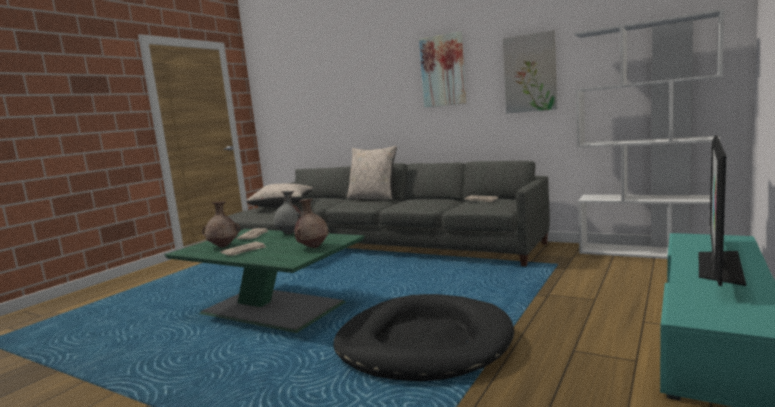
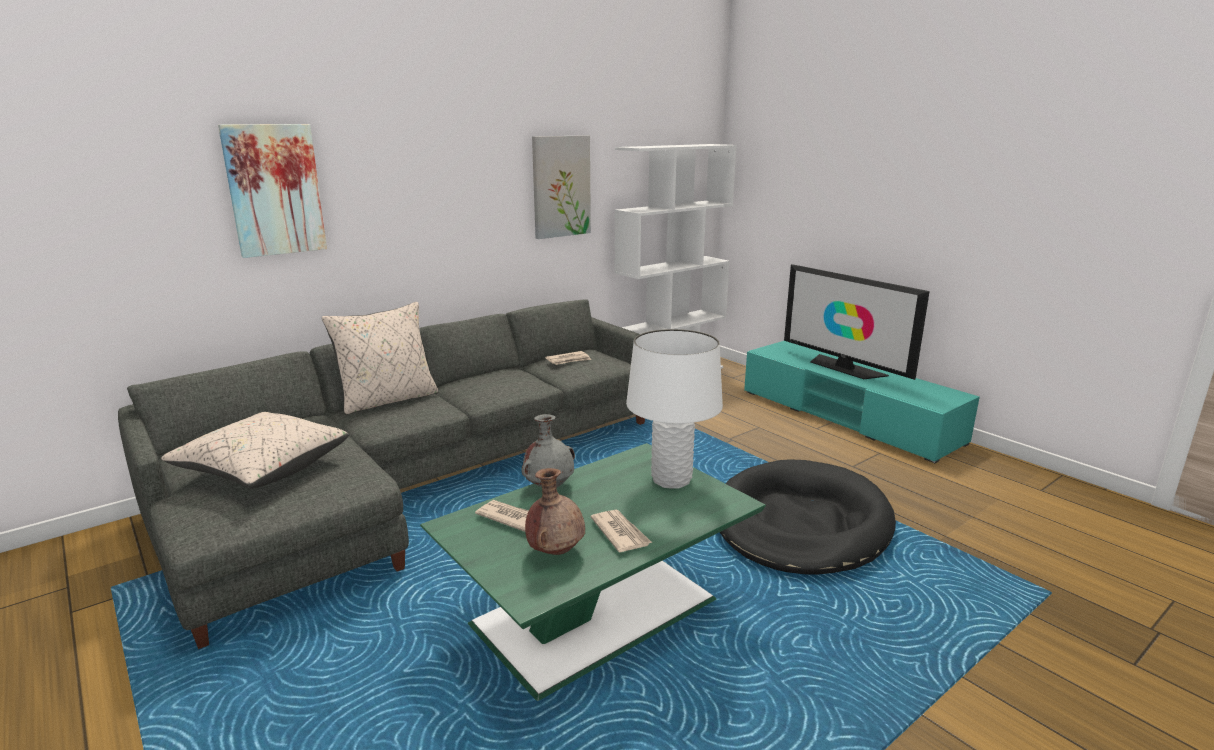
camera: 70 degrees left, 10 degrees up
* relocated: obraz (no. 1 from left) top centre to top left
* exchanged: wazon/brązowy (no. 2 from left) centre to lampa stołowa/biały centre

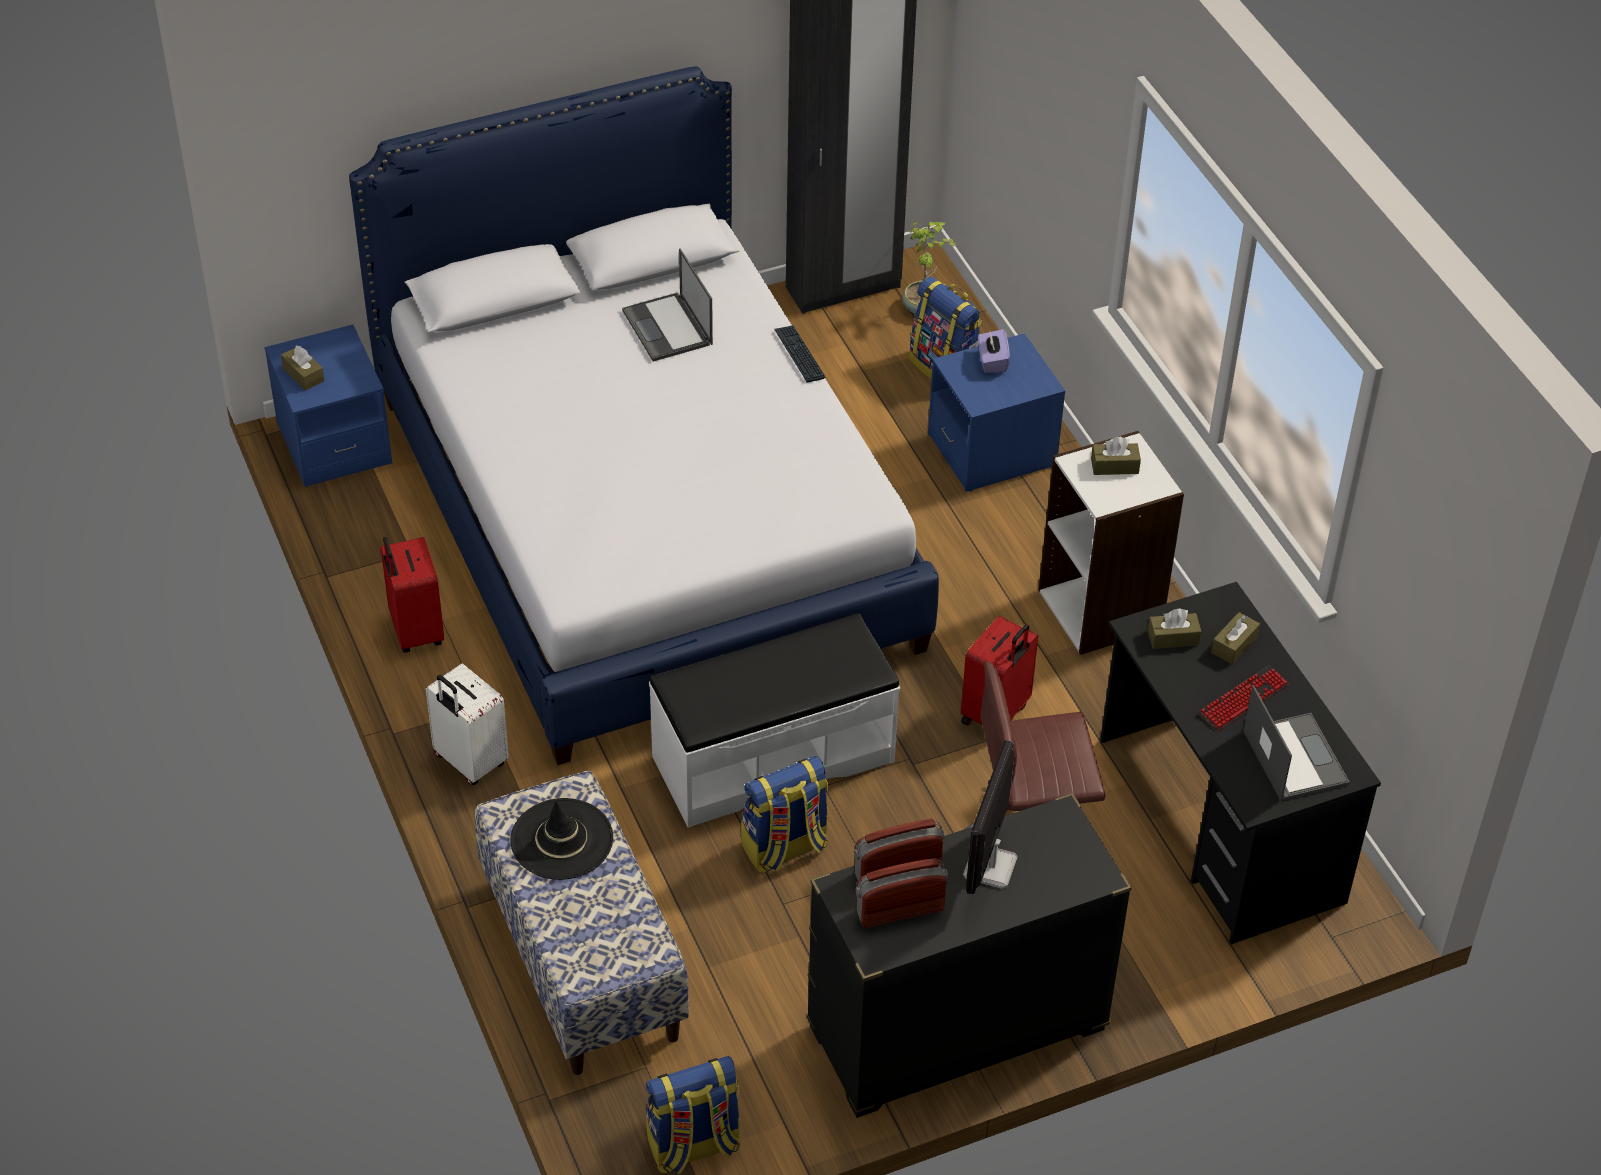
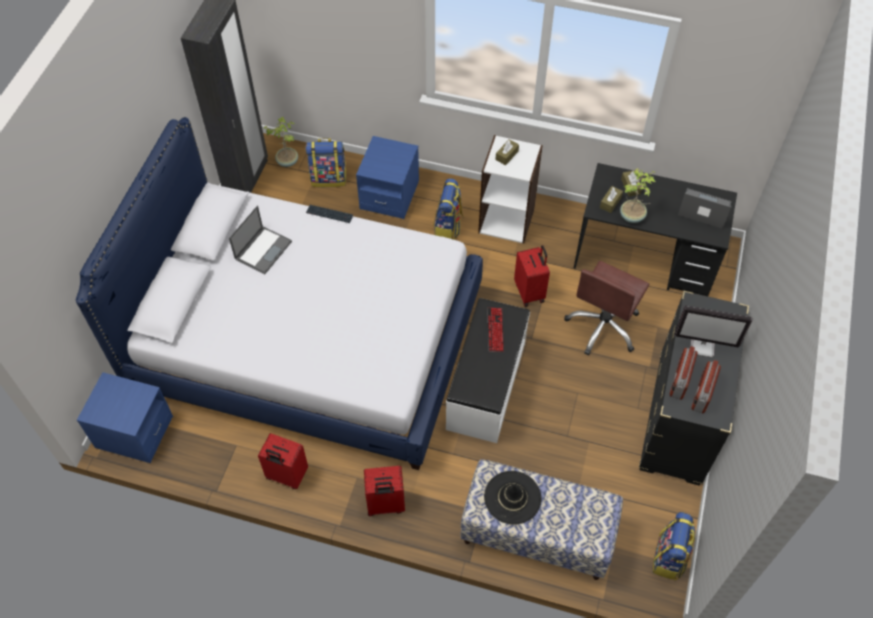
camera: 50 degrees left, 10 degrees up
* spun: laptop (no. 1 from left) top centre = middle left 75 degrees counterclockwise
* colour: walizka/biały middle left to walizka/czerwony (no. 2 from left) bottom centre
* relocated: plecak (no. 2 from left) bottom centre to centre
* relocated: klawiatura (no. 2 from left) middle right to centre
* appeared: roślina doniczkowa (no. 2 from left) top right
* spun: monitor bottom centre = middle right 45 degrees counterclockwise
* missing: pudełko chusteczek/brązowy (no. 1 from left) top left
* missing: pudełko chusteczek/fioletowy top centre

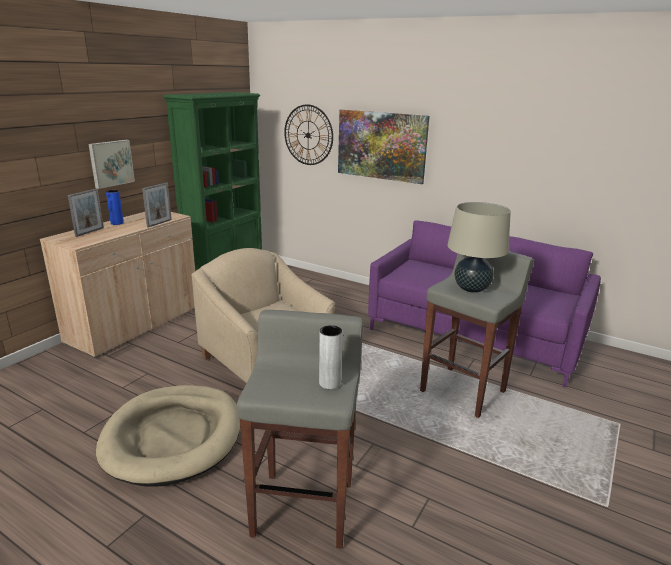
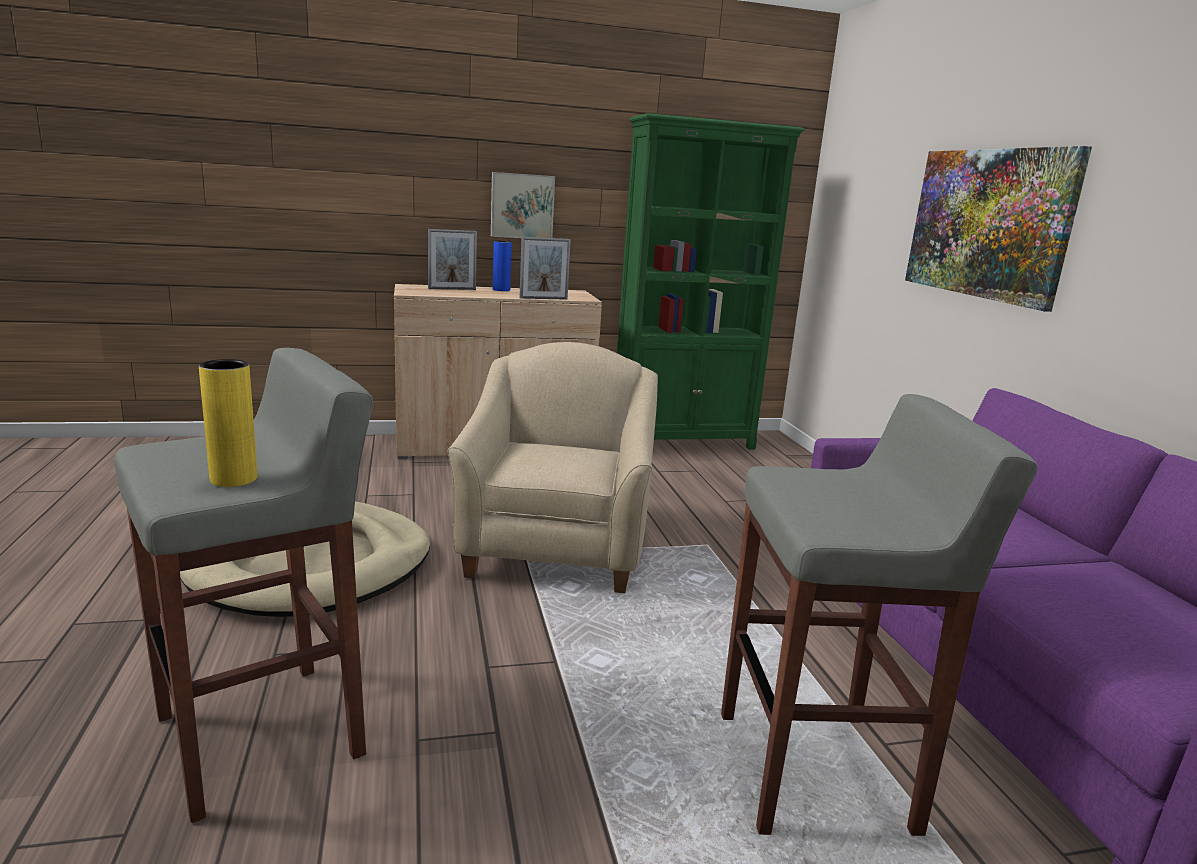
camera: 45 degrees right, 5 degrees down
* colour: wazon/szary centre to wazon/żółty middle left
* missing: zegar ścienny top centre
* missing: lampa stołowa/beżowy middle right

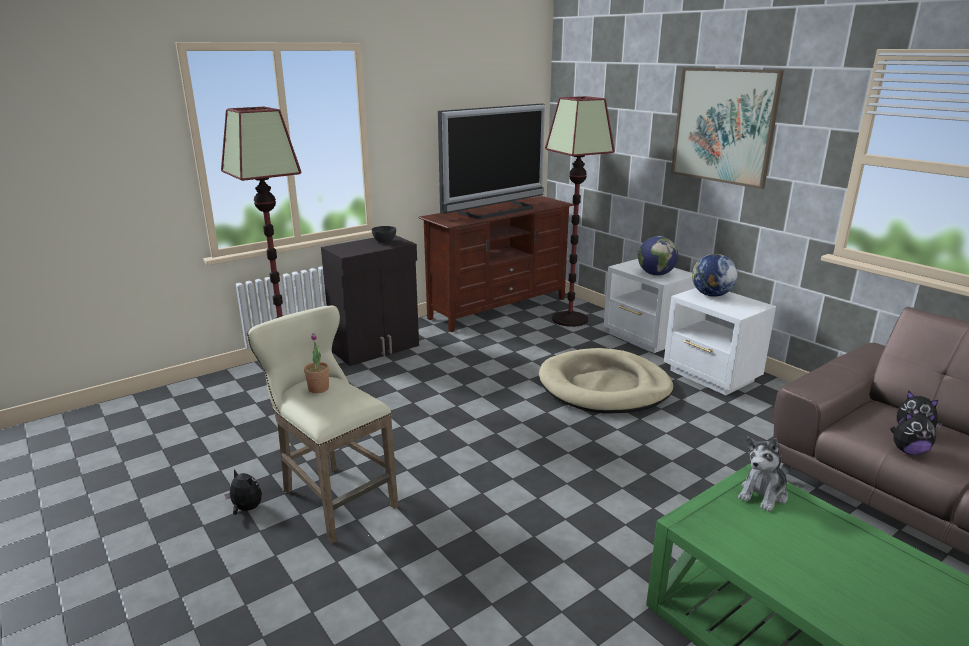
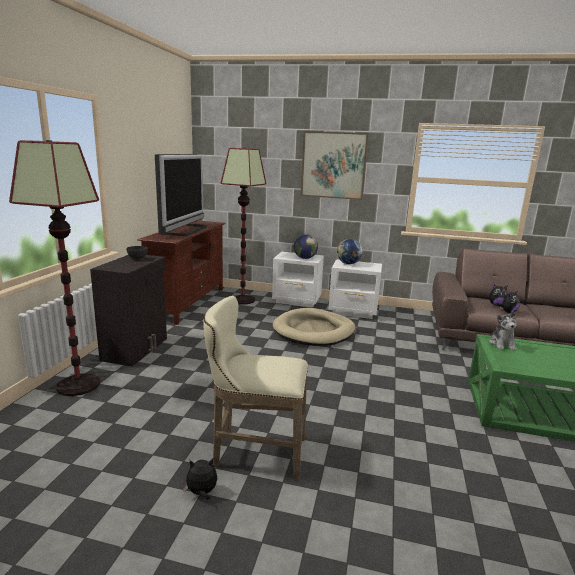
camera: 40 degrees left, 5 degrees down
* missing: roślina doniczkowa middle left

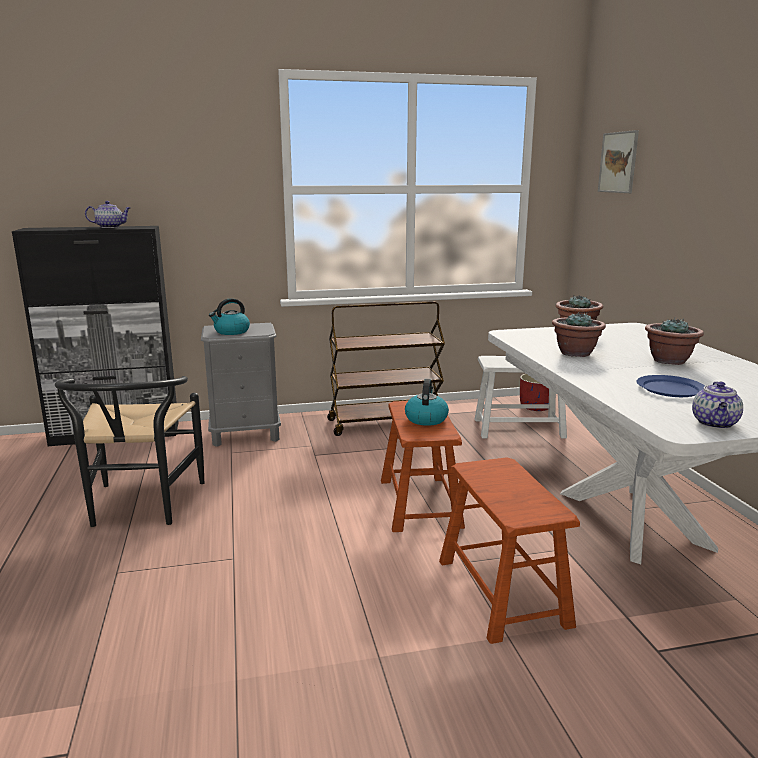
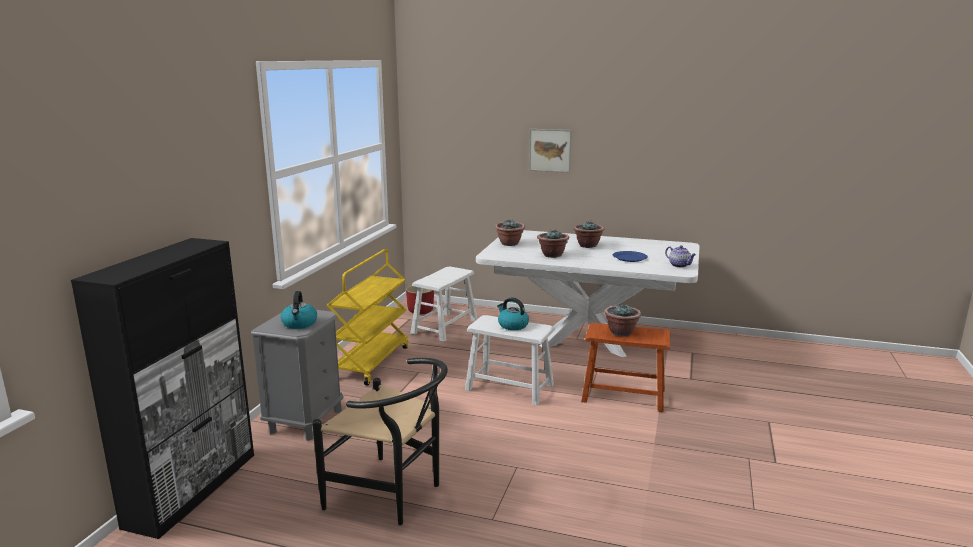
camera: 60 degrees left, 0 degrees up
* colour: wózek/brązowy centre to wózek/żółty centre
* colour: stołek/brązowy (no. 1 from left) centre to stołek/biały (no. 2 from left) centre
* relocated: obraz top right to top centre
* appeared: roślina doniczkowa (no. 4 from left) centre
* missing: imbryk (no. 1 from left) top left

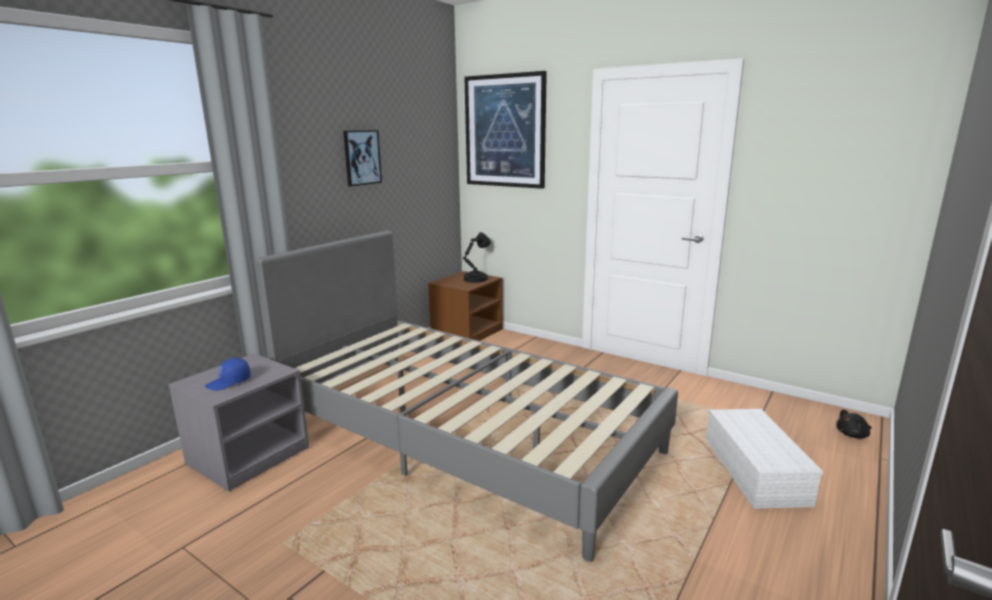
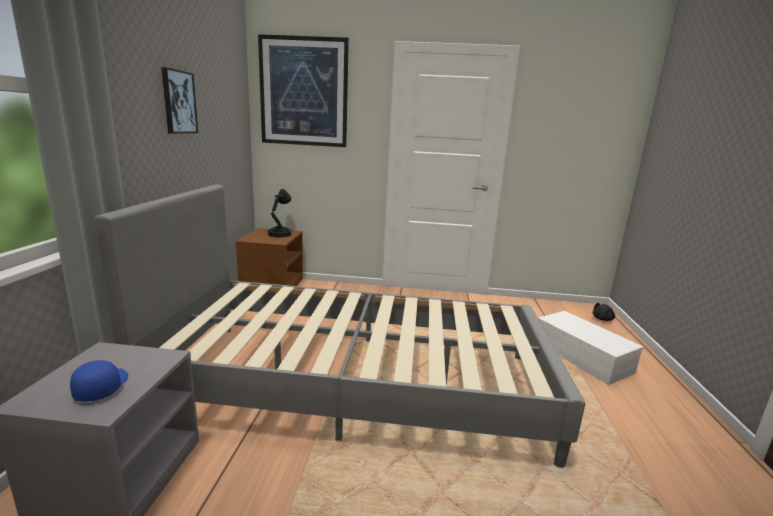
camera: 30 degrees left, 0 degrees up
* spun: czapka z daszkiem/niebieski middle left = bottom left 150 degrees clockwise

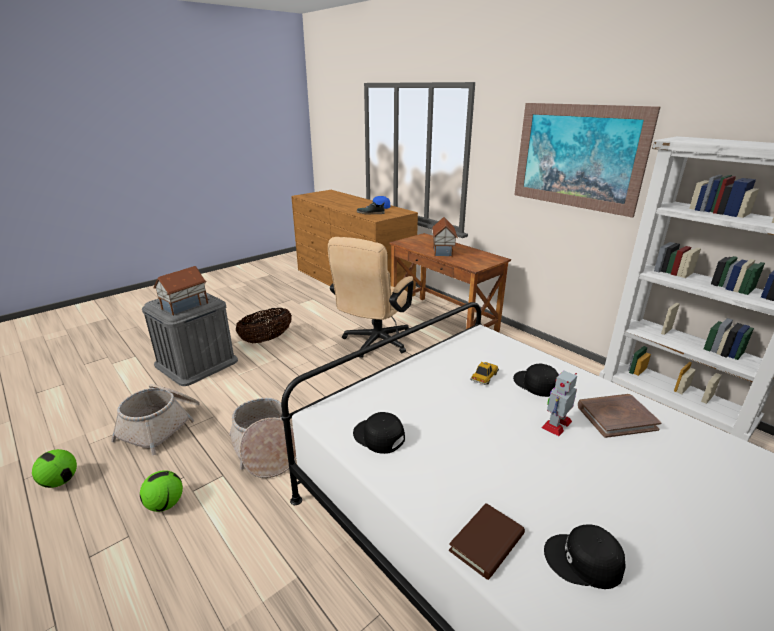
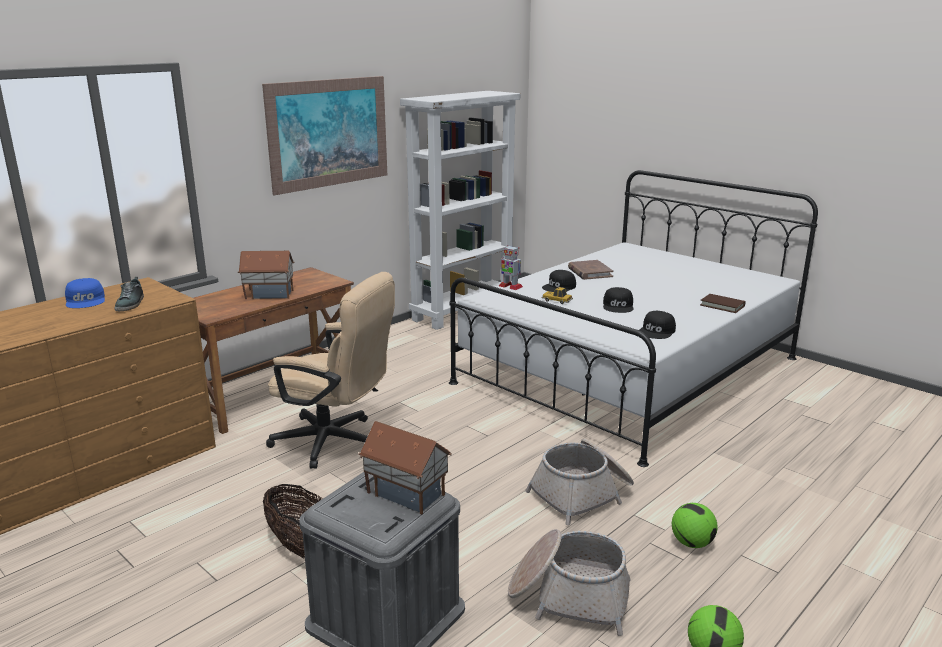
camera: 95 degrees left, 5 degrees down
* relocated: robot zabawkowy middle right to centre
* relocated: czapka z daszkiem/czarny (no. 3 from left in the first image) bottom right to czapka z daszkiem/czarny (no. 2 from left) centre

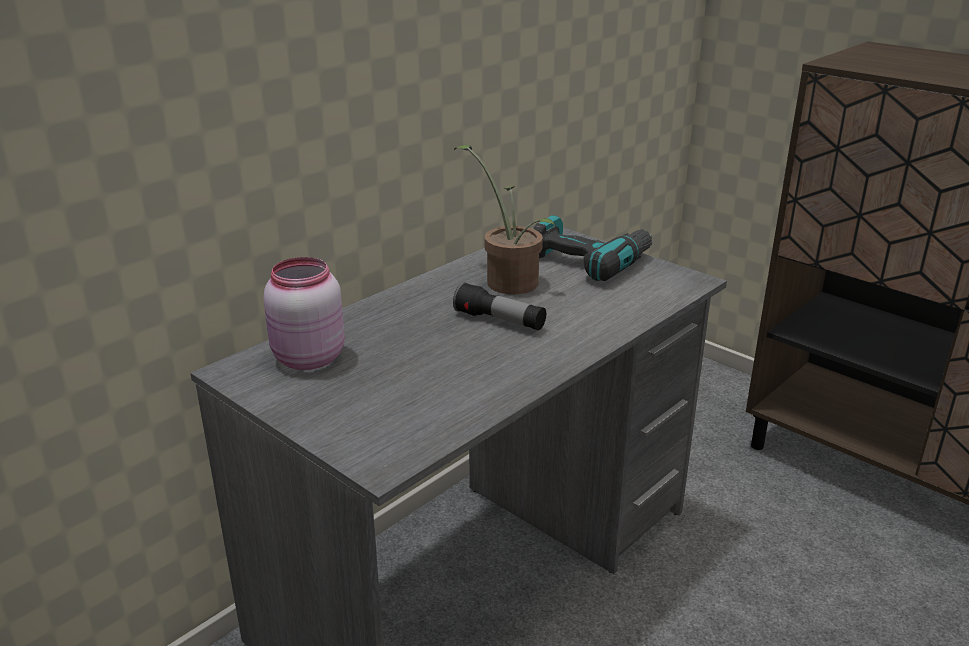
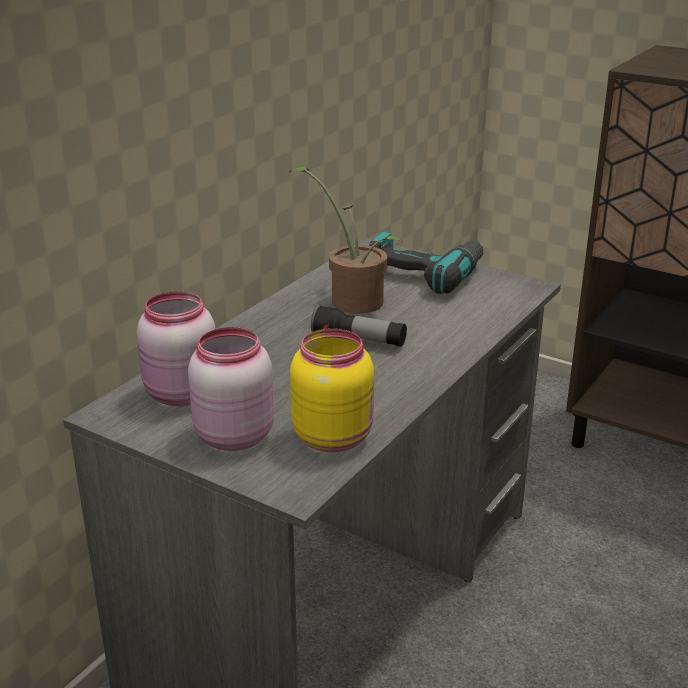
camera: 10 degrees left, 0 degrees up
* appeared: słoik/różowy (no. 2 from left) centre
* appeared: słoik/żółty centre

